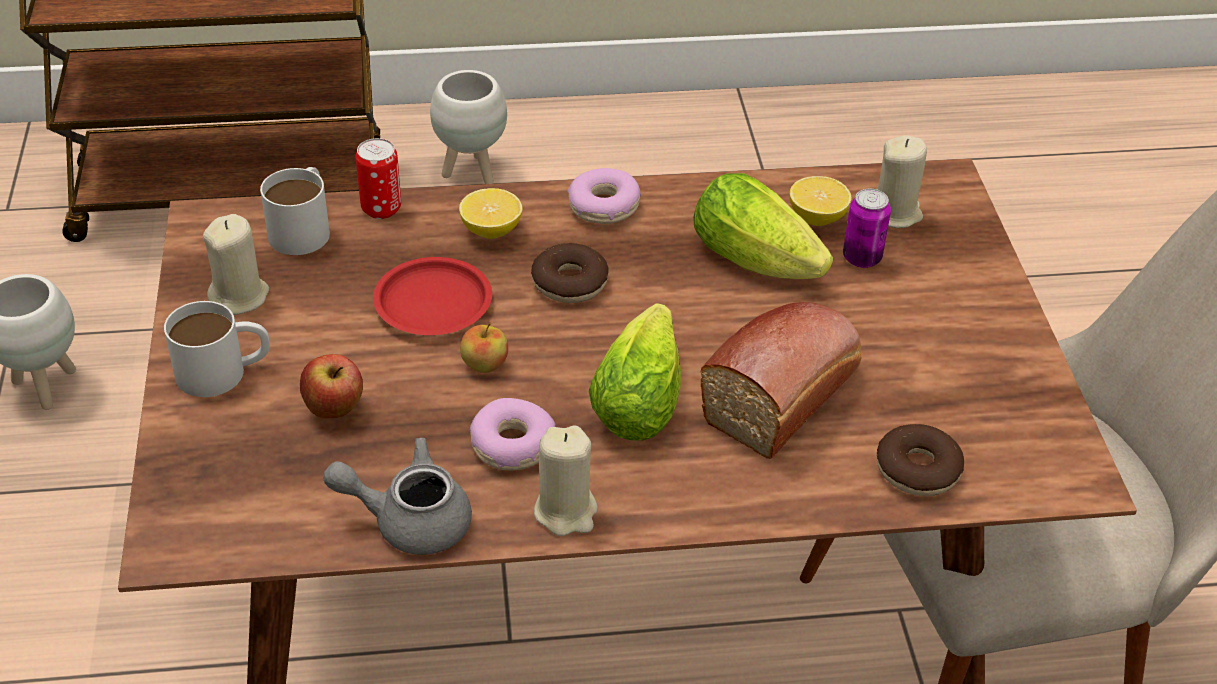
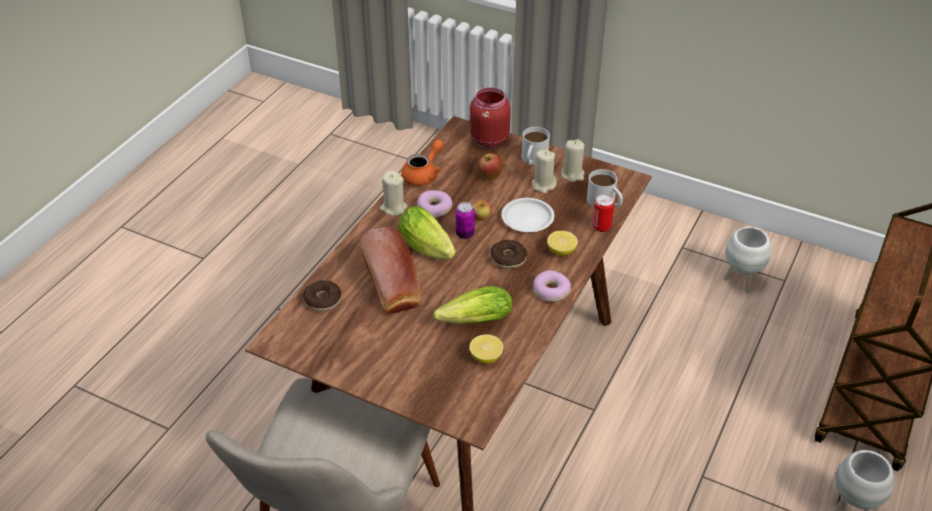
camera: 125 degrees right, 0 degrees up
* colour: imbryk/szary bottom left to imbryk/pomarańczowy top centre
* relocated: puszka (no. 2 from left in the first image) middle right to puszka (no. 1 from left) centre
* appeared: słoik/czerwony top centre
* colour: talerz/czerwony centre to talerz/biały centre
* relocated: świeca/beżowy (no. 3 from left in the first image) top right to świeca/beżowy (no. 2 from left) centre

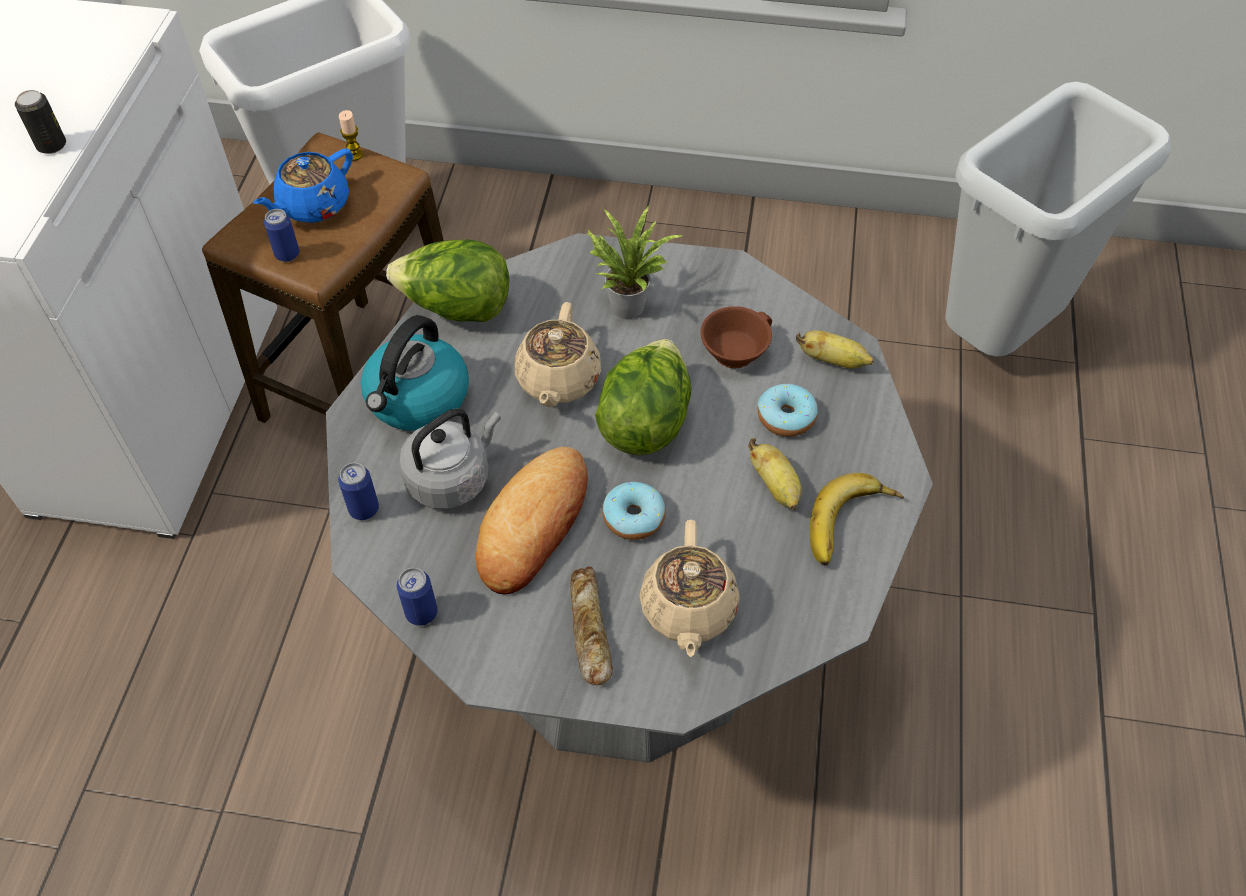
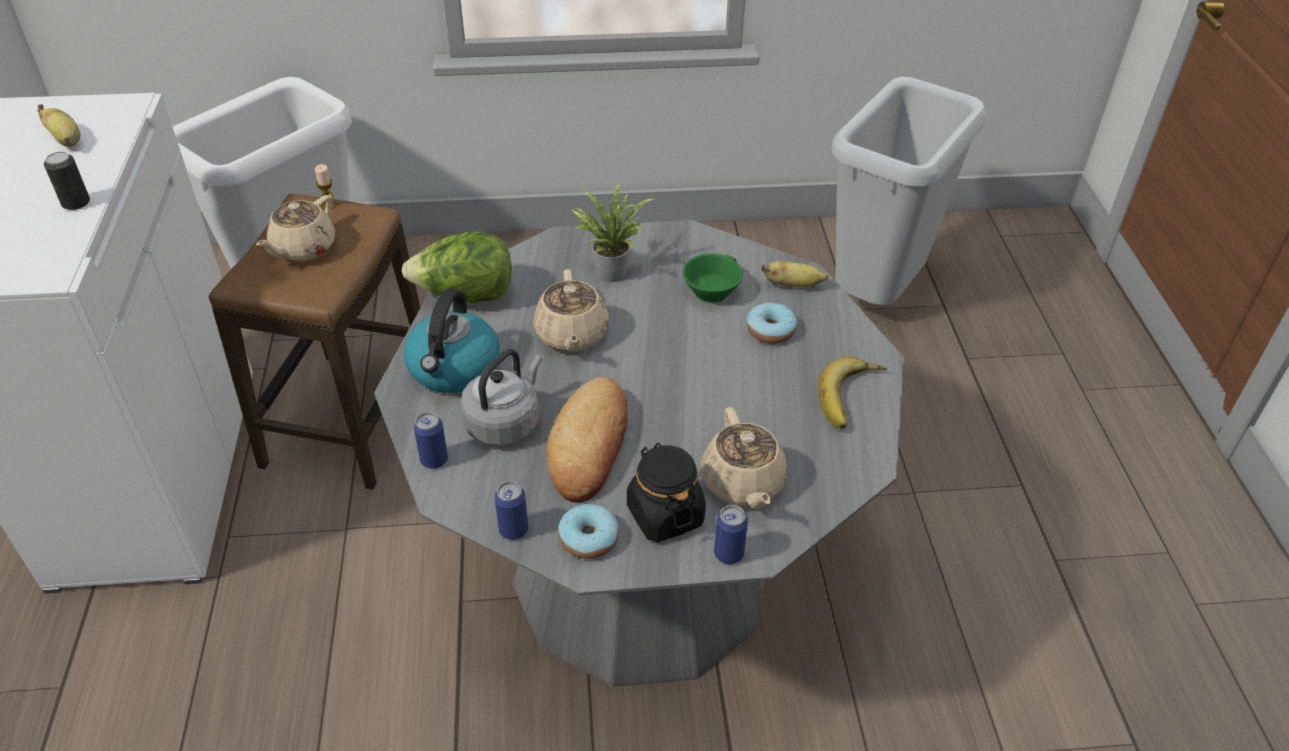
camera: 15 degrees left, 10 degrees down
* relocated: banan (no. 1 from left) centre to top left
* colour: imbryk/niebieski top left to imbryk/beżowy (no. 1 from left) top left
* relocated: donut (no. 1 from left) centre to bottom centre
* exchanged: chleb (no. 2 from left) bottom centre to słoik/czarny centre
* colour: filiżanka/brązowy centre to filiżanka/zielony centre
* relocated: puszka (no. 2 from left in the first image) top left to puszka (no. 4 from left) bottom centre
* missing: sałata (no. 2 from left) centre

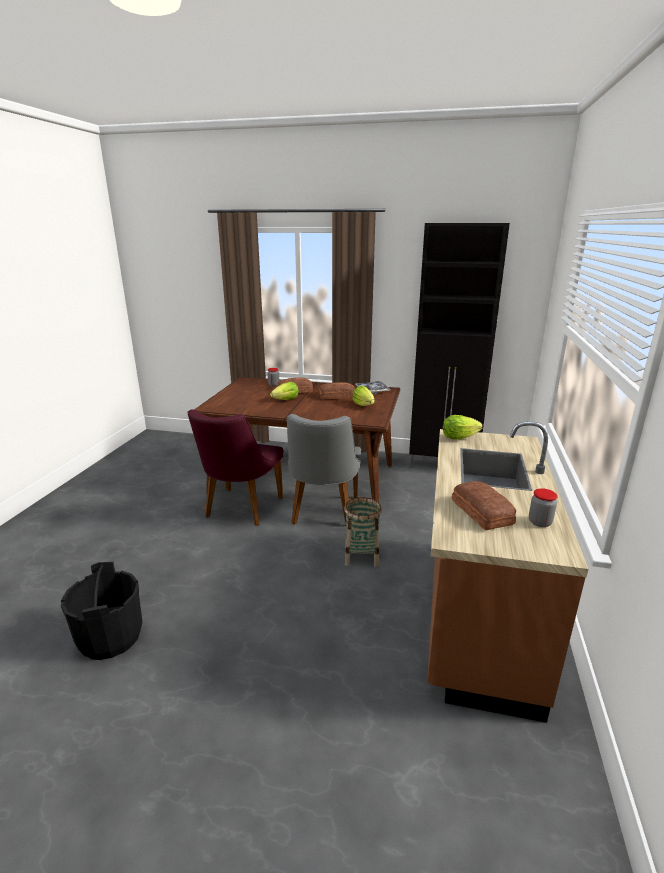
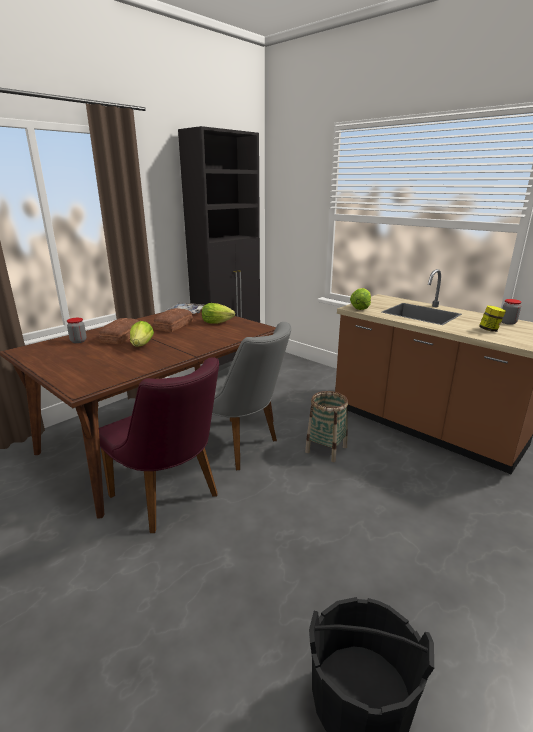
camera: 60 degrees left, 0 degrees up
* exchanged: chleb (no. 3 from left) middle right to słoik (no. 2 from left) middle right

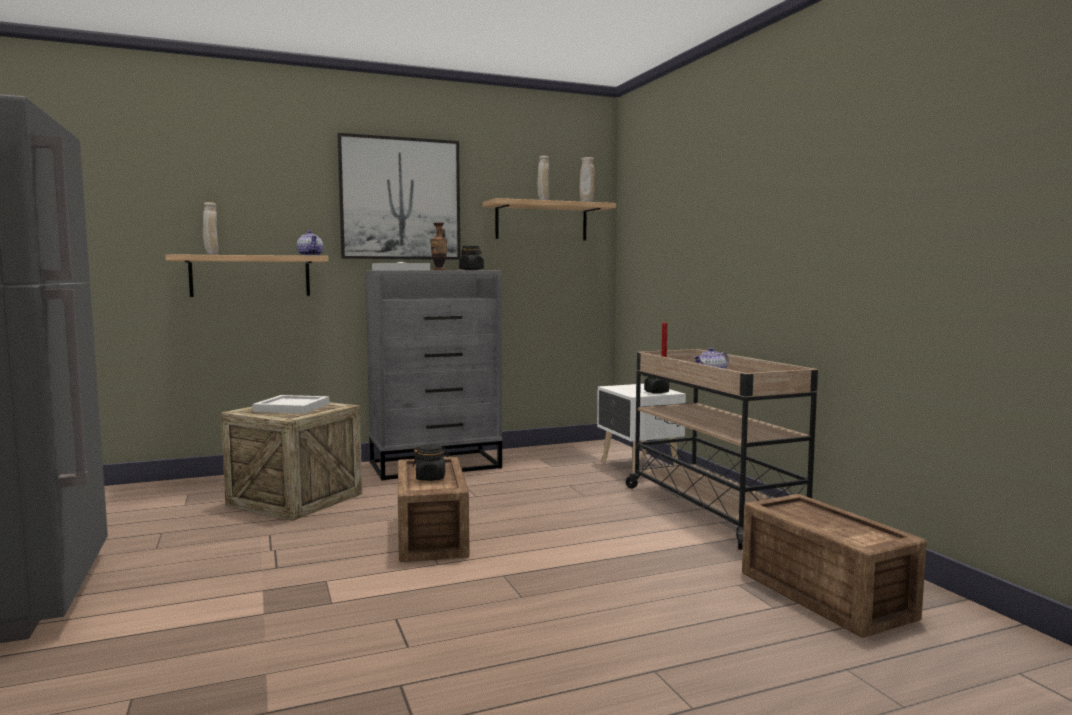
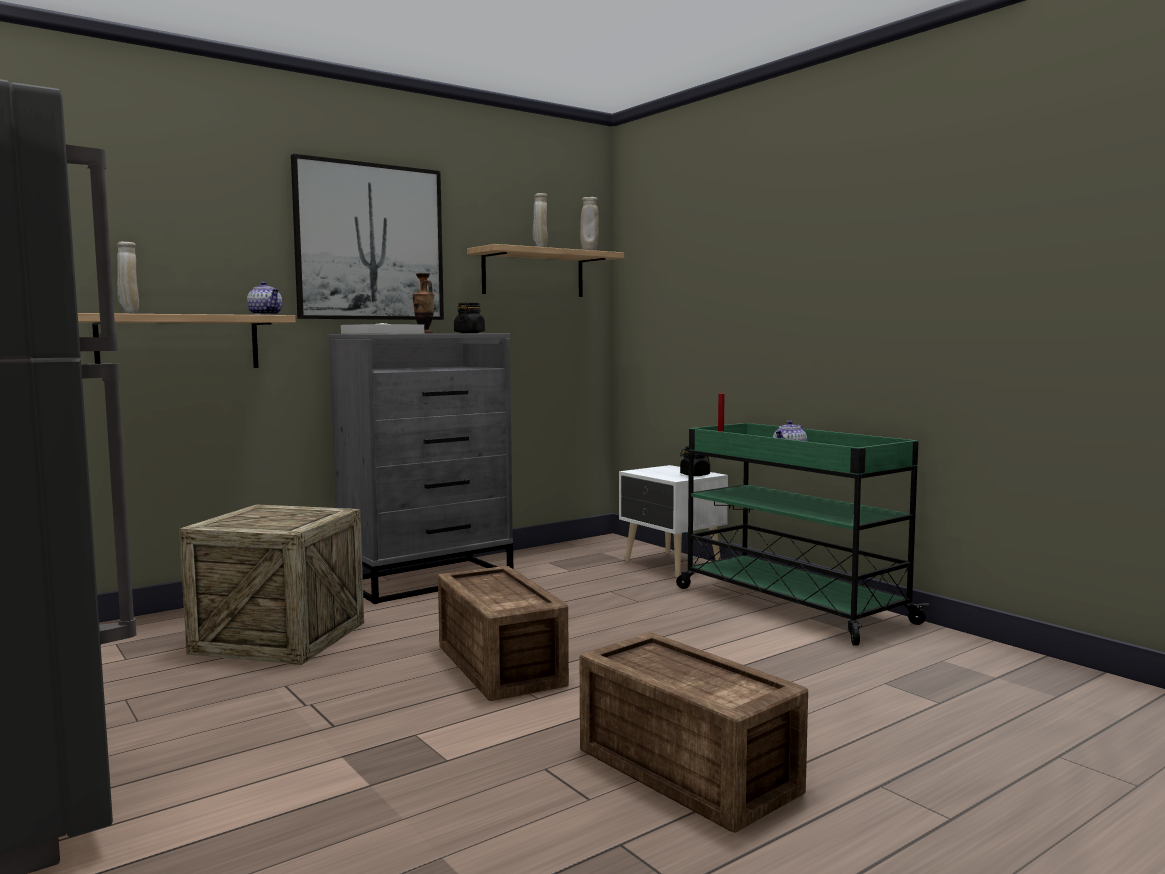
camera: 15 degrees left, 0 degrees up
* relocated: skrzynka (no. 3 from left) bottom right to bottom centre
* colour: wózek/beżowy middle right to wózek/zielony middle right
* missing: taca/biały (no. 1 from left) middle left
* missing: słoik/czarny (no. 1 from left) centre

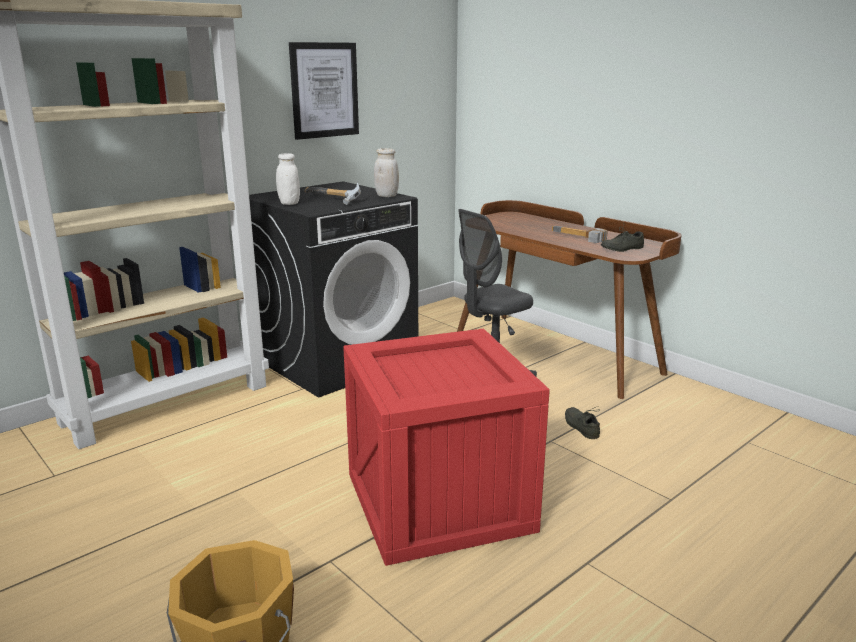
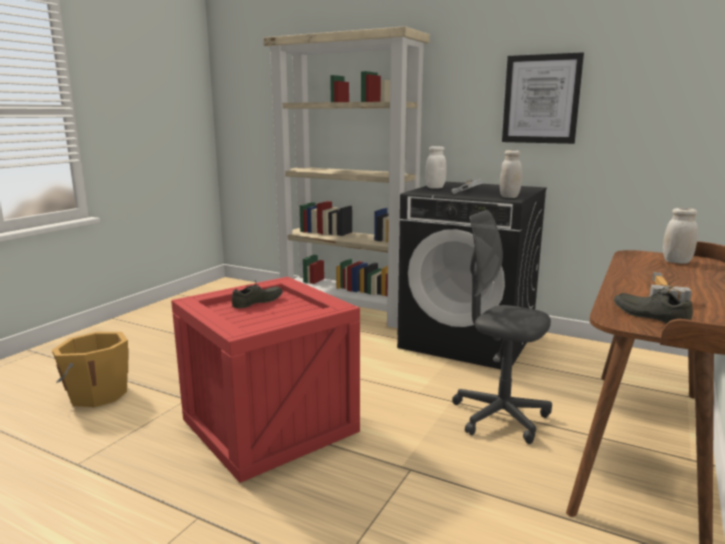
camera: 70 degrees right, 5 degrees down
* relocated: but/szary (no. 1 from left) middle right to centre
* appeared: słoik/biały (no. 3 from left) middle right

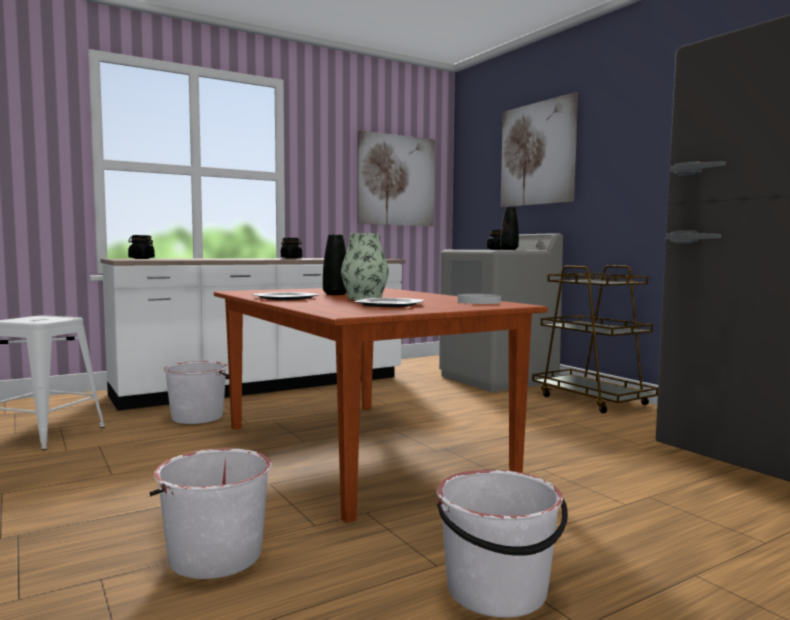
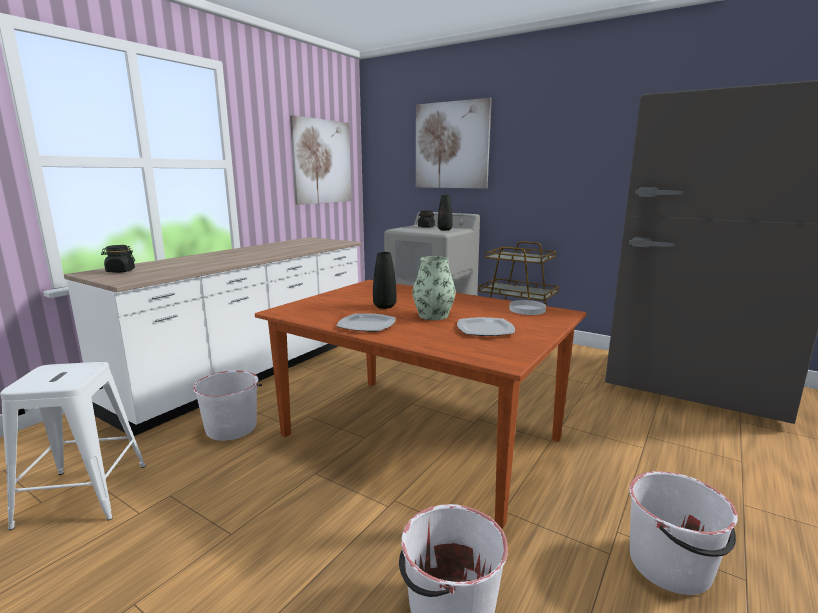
camera: 25 degrees left, 10 degrees up
* missing: słoik/czarny (no. 2 from left) centre

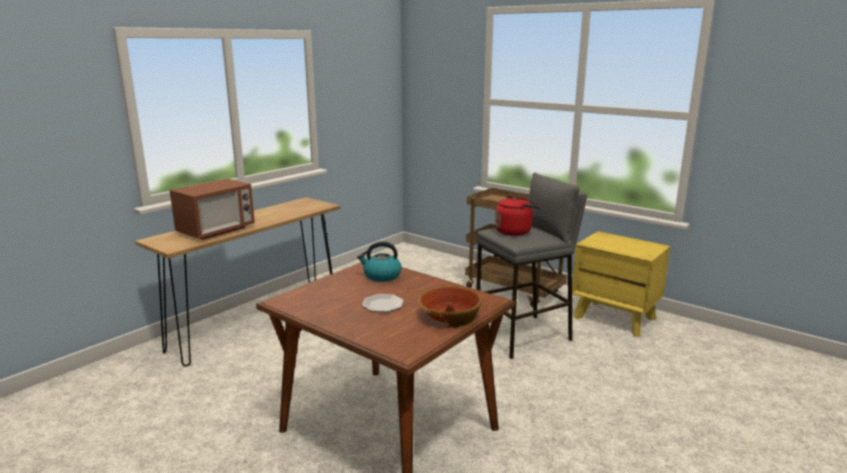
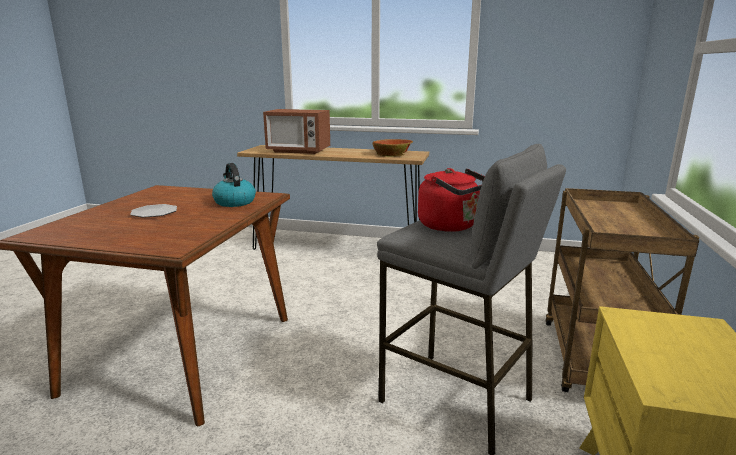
camera: 65 degrees right, 0 degrees up
* relocated: miska centre to top centre

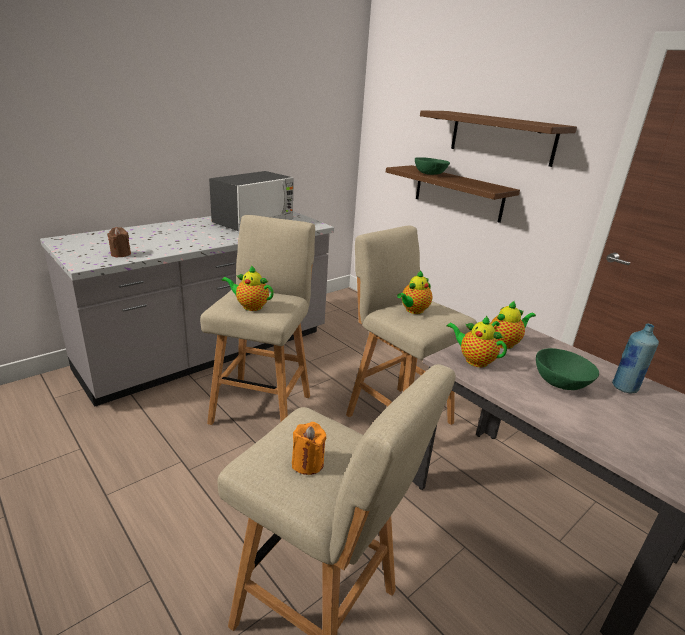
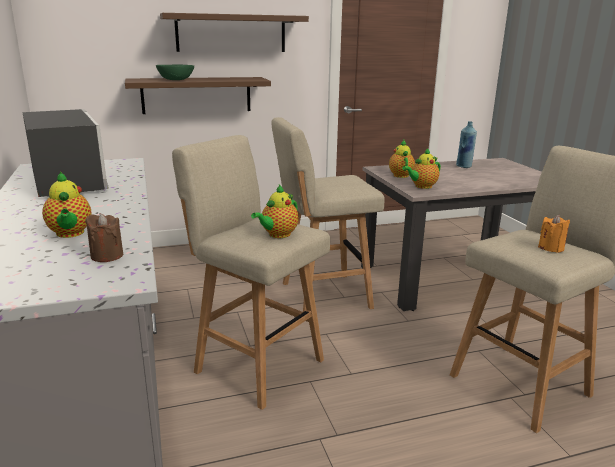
camera: 65 degrees left, 5 degrees down
* relocated: imbryk (no. 2 from left in the first image) centre to imbryk (no. 1 from left) middle left
* missing: miska/zielony (no. 2 from left) middle right

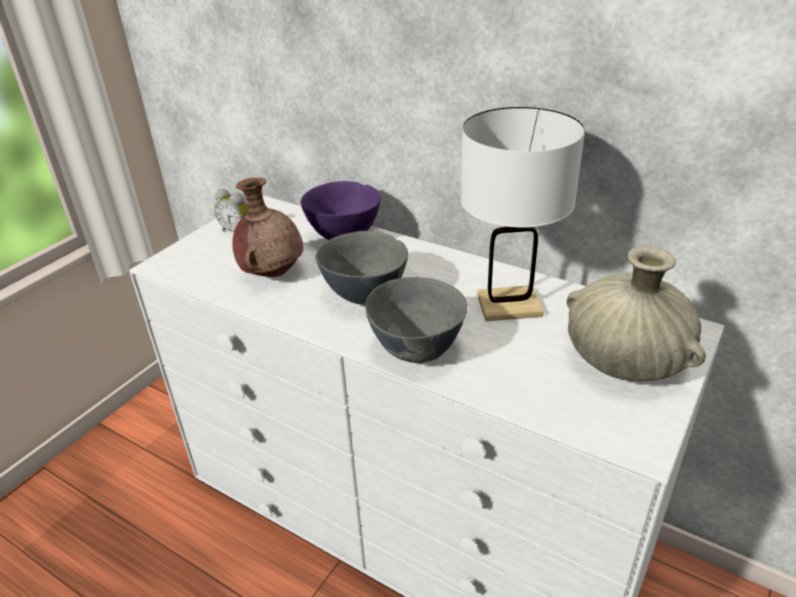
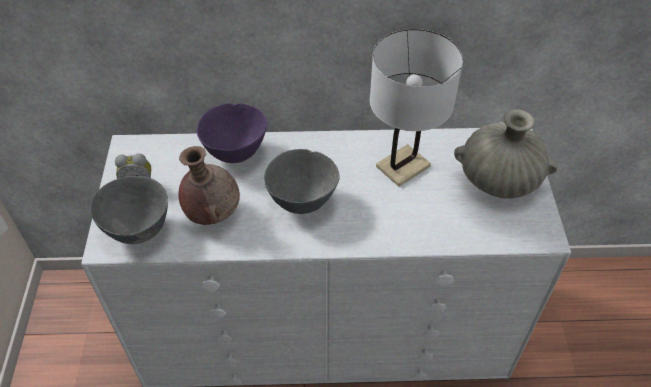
camera: 35 degrees left, 15 degrees up
* relocated: miska/szary (no. 2 from left in the first image) centre to miska/szary (no. 1 from left) middle left

